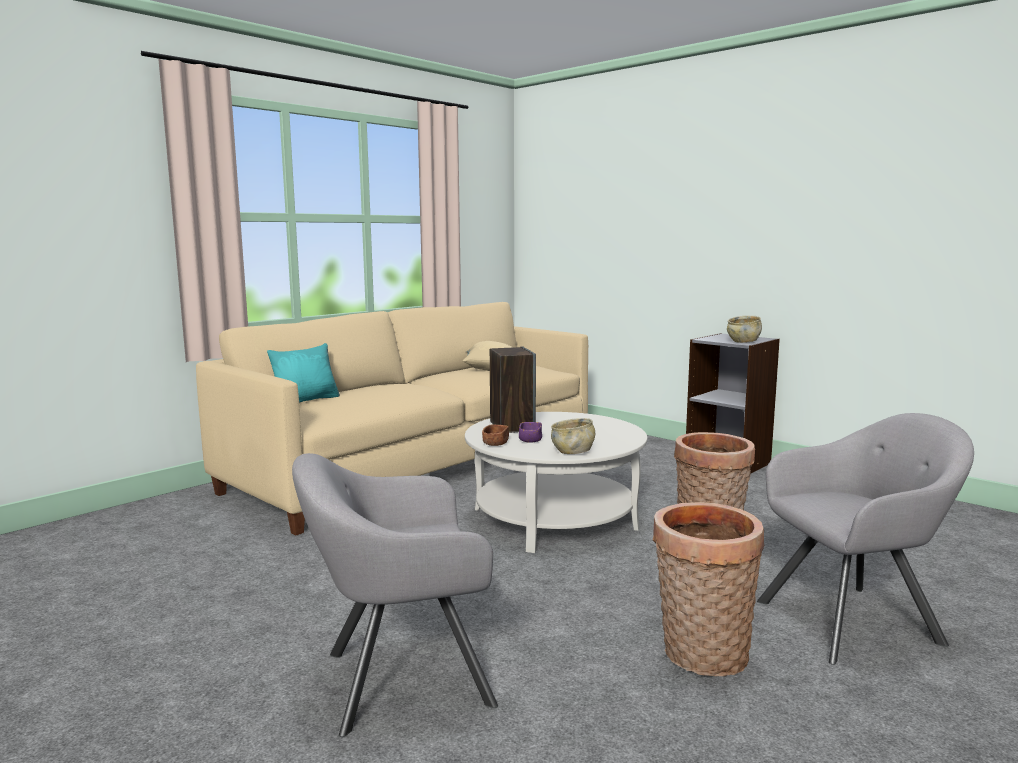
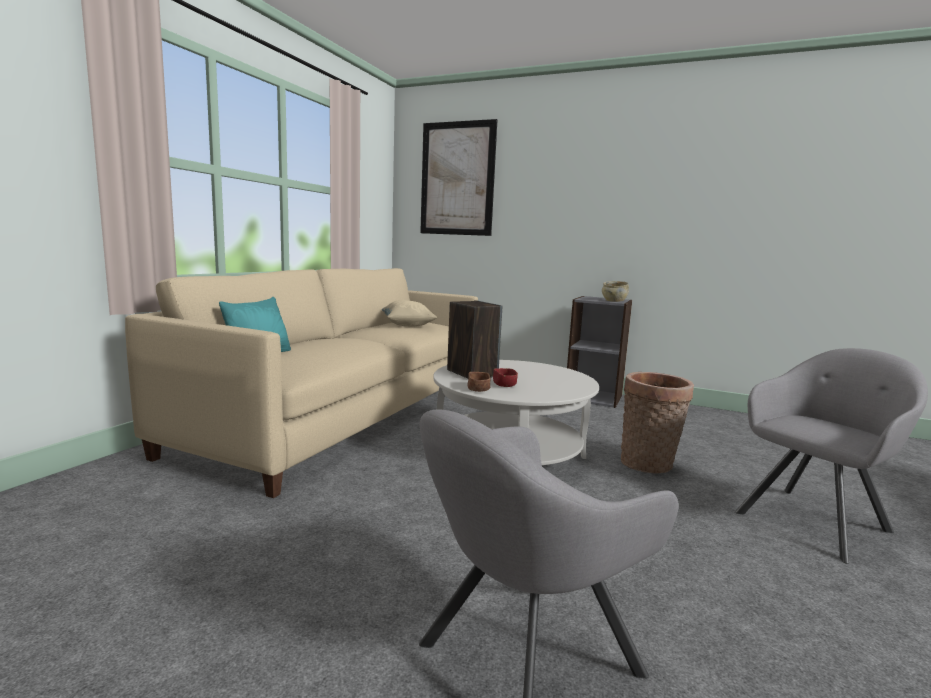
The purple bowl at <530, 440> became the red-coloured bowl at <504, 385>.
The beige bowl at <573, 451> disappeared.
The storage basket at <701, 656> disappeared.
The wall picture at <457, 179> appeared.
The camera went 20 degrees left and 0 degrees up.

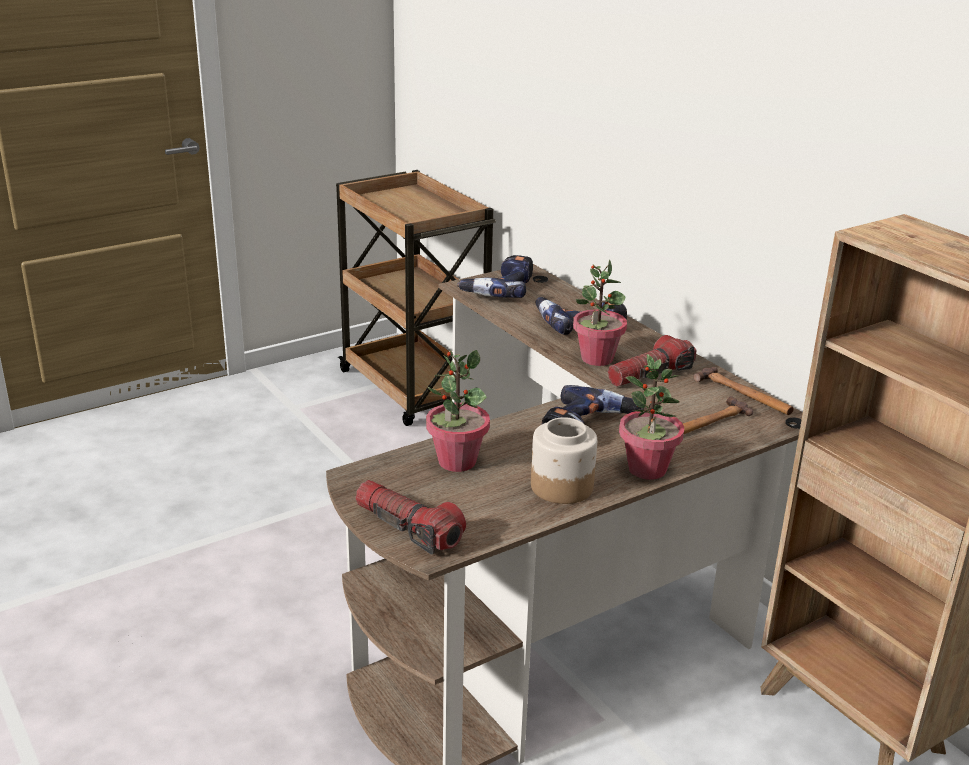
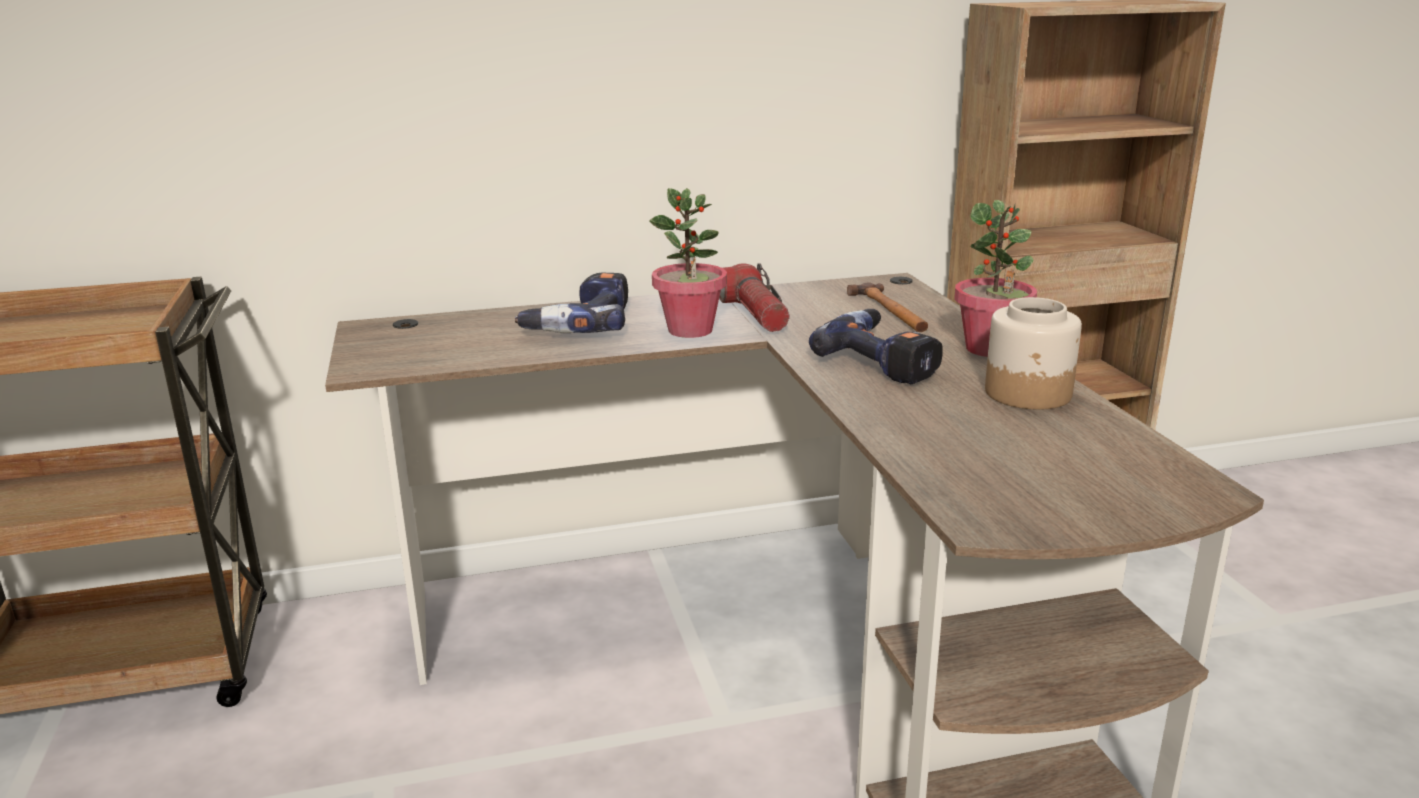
The hand torch at <408, 528> disappeared.
The houseplant at <456, 461> disappeared.
The electric drill at <498, 289> disappeared.
The hand hammer at <744, 395> disappeared.
The camera went 70 degrees left and 5 degrees down.

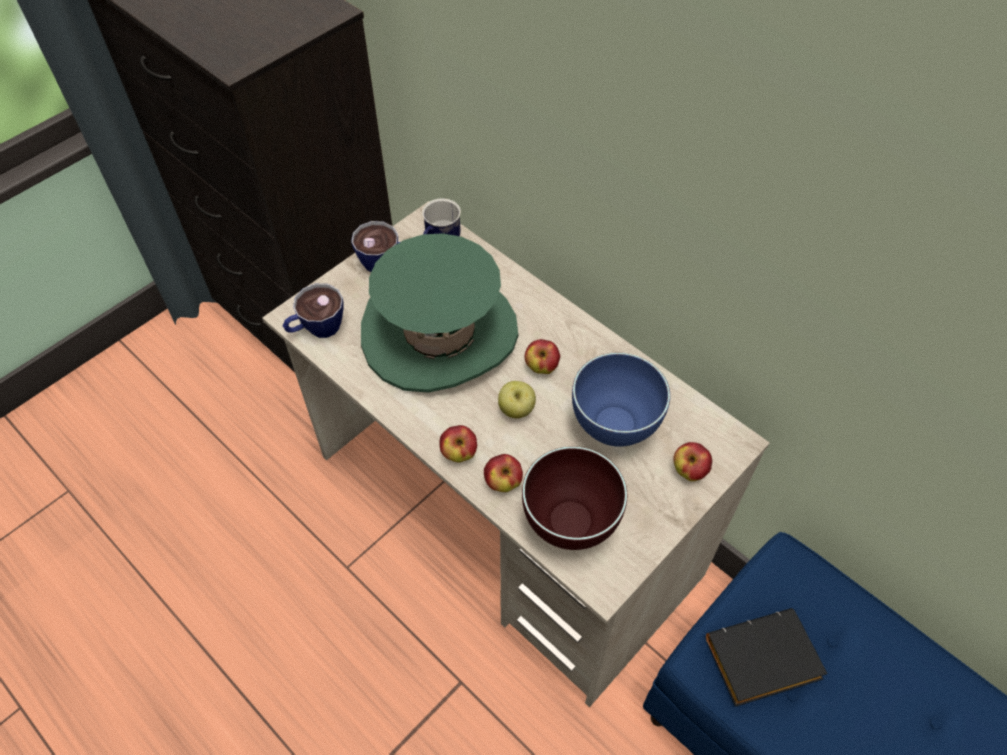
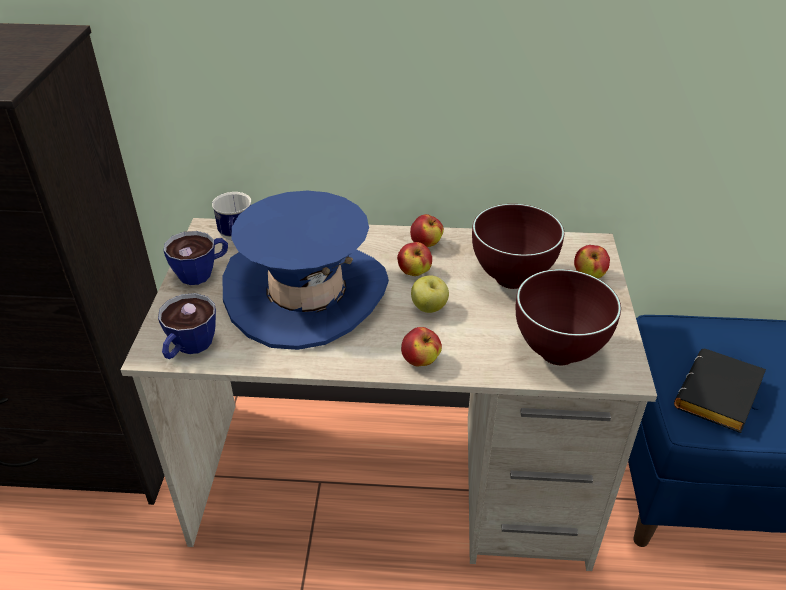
The green-coloured hat at <439, 333> became the blue-coloured hat at <306, 293>.
The whole apple moved from <503, 482> to <426, 244>.
The blue-coloured bowl at <615, 430> became the brown-coloured bowl at <513, 281>.
The camera went 40 degrees left and 15 degrees down.

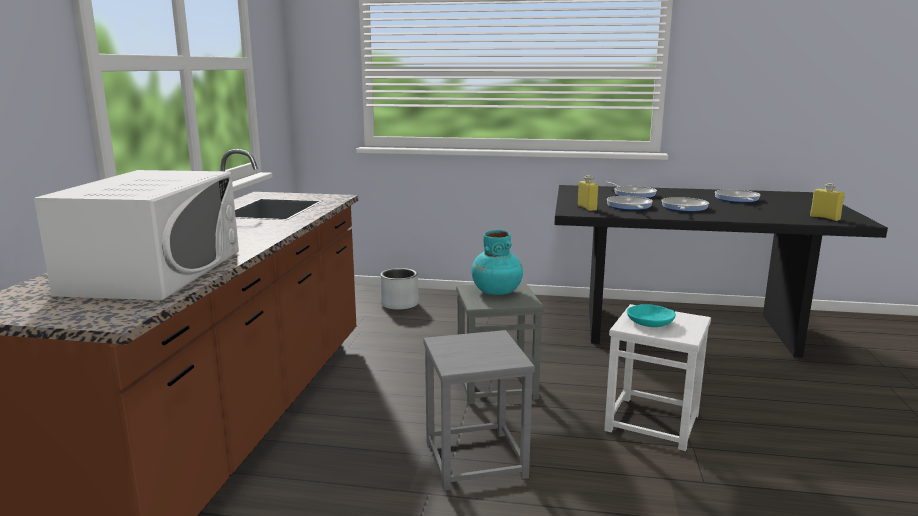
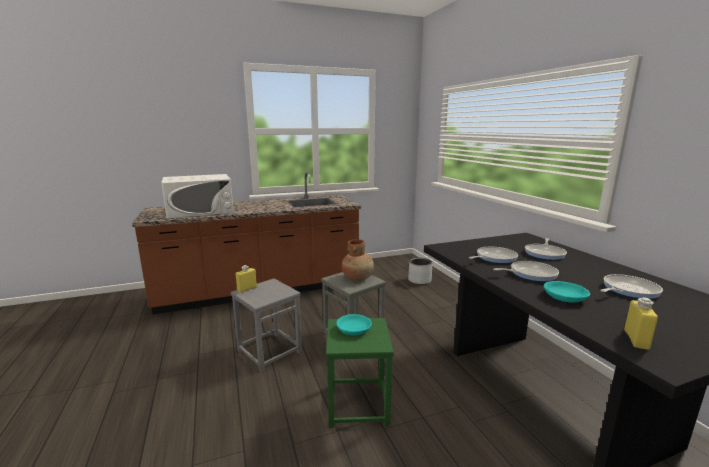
The turquoise-coloured flower vase at <496, 291> became the brown-coloured flower vase at <358, 278>.
The yellow beverage bottle moved from <587, 208> to <247, 289>.
The white-coloured stool at <652, 422> became the green-coloured stool at <358, 404>.
The turquoise-coloured bowl at <565, 297> appeared.
The camera went 60 degrees right and 0 degrees up.

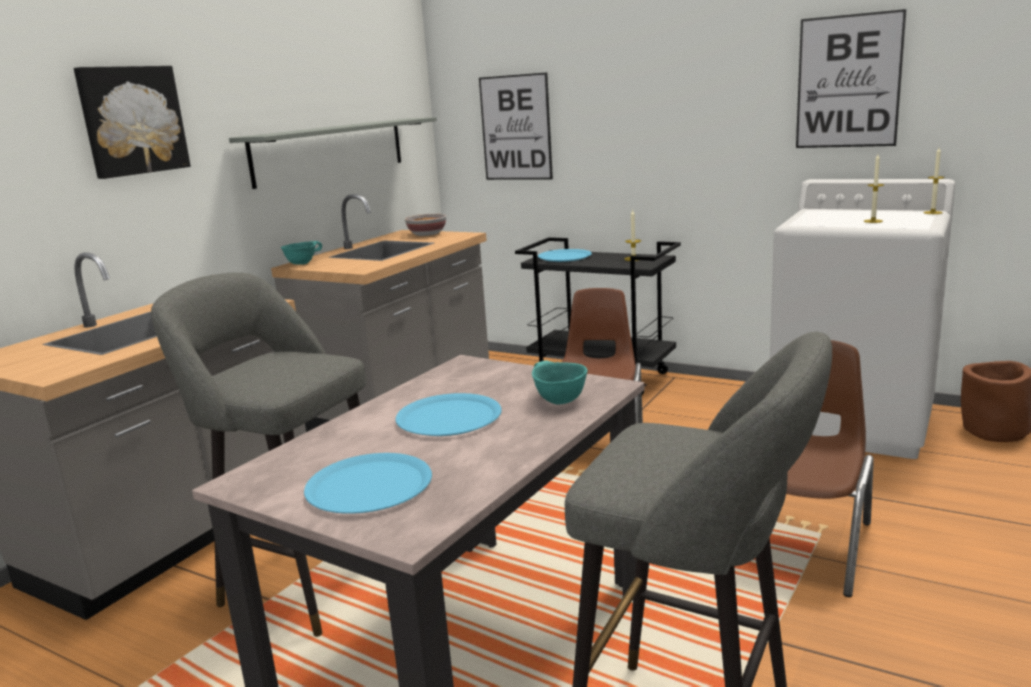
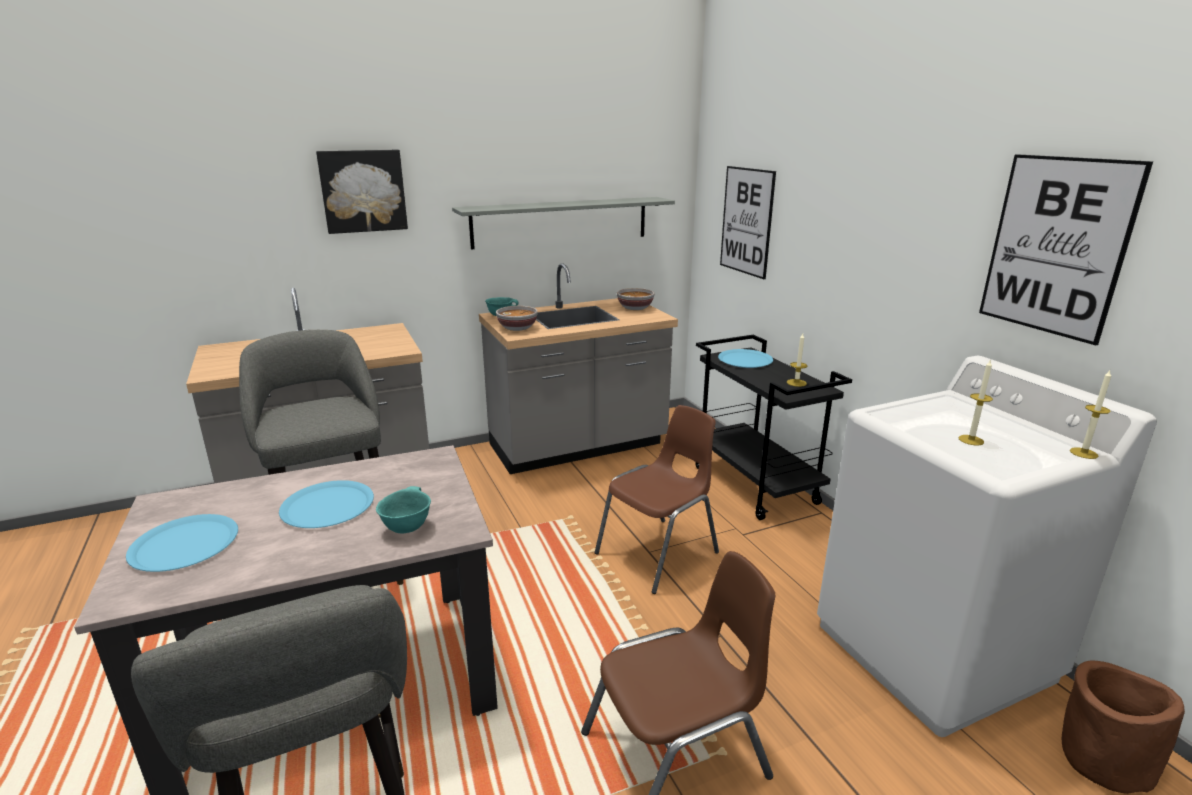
The bowl at <518, 328> appeared.
The camera went 35 degrees right and 5 degrees up.

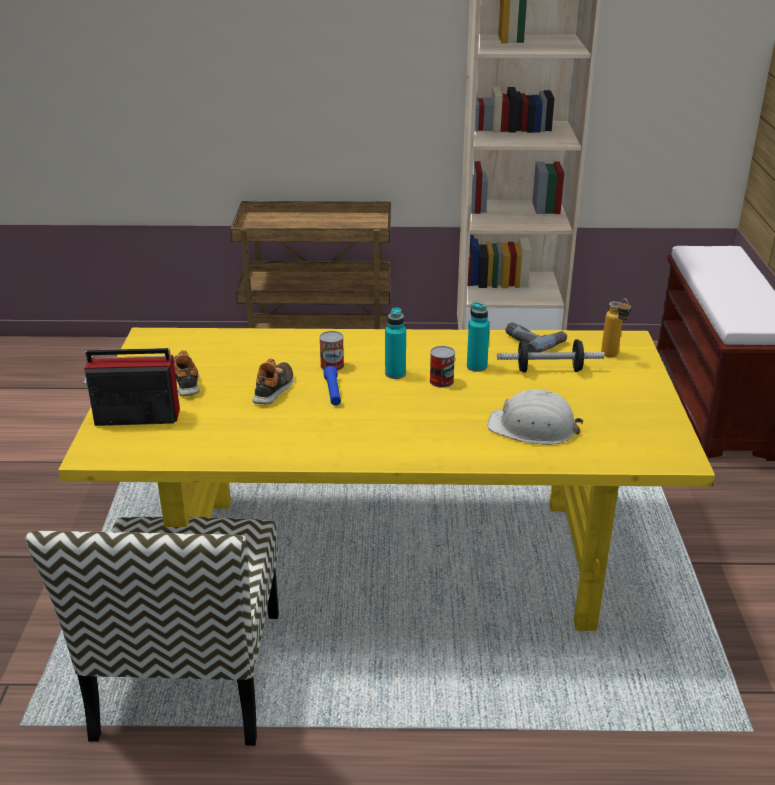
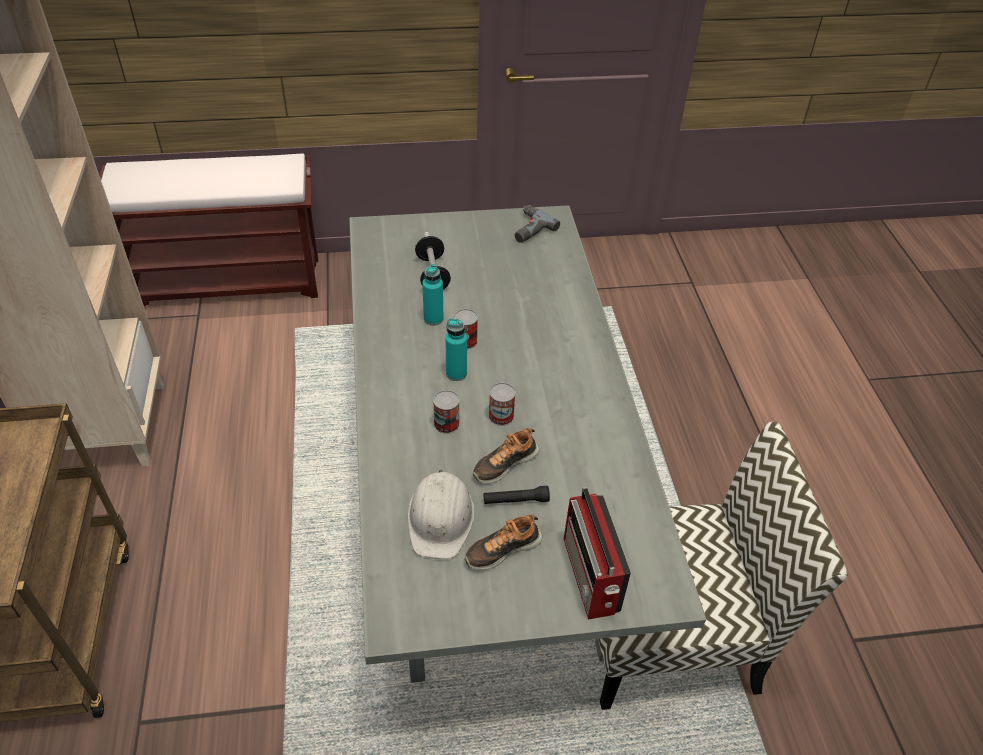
The yellow dinner table at <385, 561> became the grey dinner table at <487, 506>.
The low shoe at <274, 389> turned 45 degrees counterclockwise.
The blue-coloured hand torch at <333, 392> was replaced by the metal can at <501, 416>.
The white-coloured safety helmet moved from <533, 428> to <441, 518>.
The electric drill moved from <534, 341> to <528, 229>.
The beverage bottle at <613, 357> disappeared.
The black hand torch at <516, 500> appeared.
The camera went 100 degrees left and 15 degrees up.

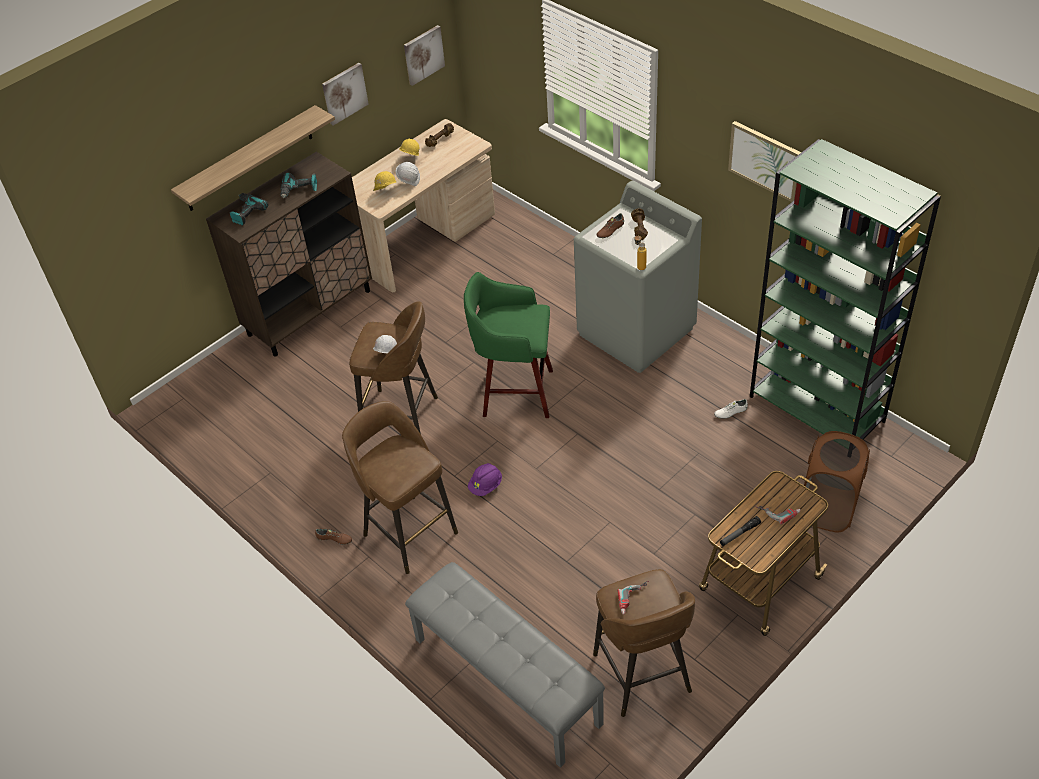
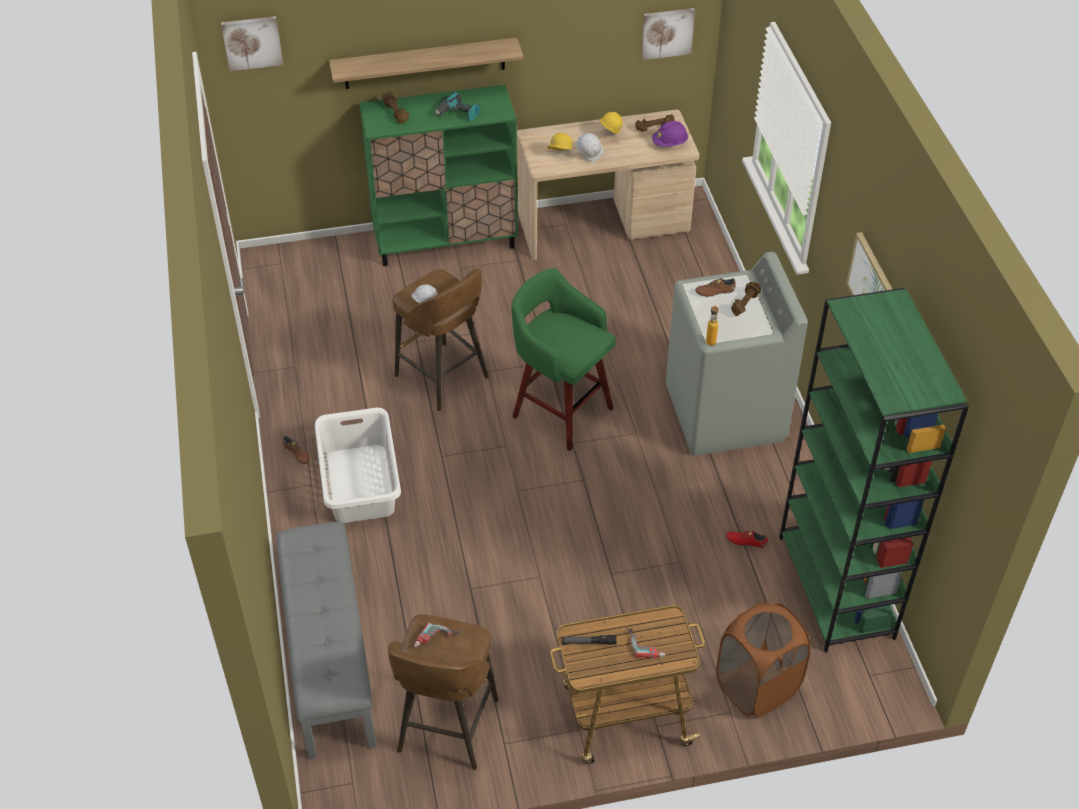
The brown-coloured cupboard at <310, 312> became the green-coloured cupboard at <446, 241>.
The electric drill at <246, 212> was replaced by the brown-coloured hand weight at <396, 113>.
The wall picture moved from <344, 93> to <252, 42>.
The brown-coloured stool at <408, 532> was replaced by the white-coloured laundry basket at <361, 483>.
The purple safety helmet moved from <486, 486> to <669, 143>.
The white-coloured low shoe at <730, 412> became the red-coloured low shoe at <746, 542>.
The camera went 30 degrees right and 0 degrees up.

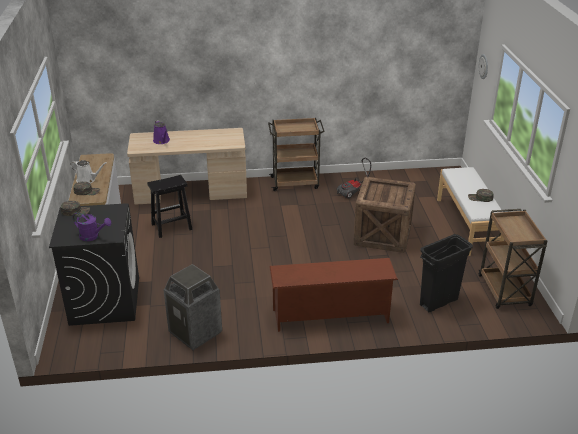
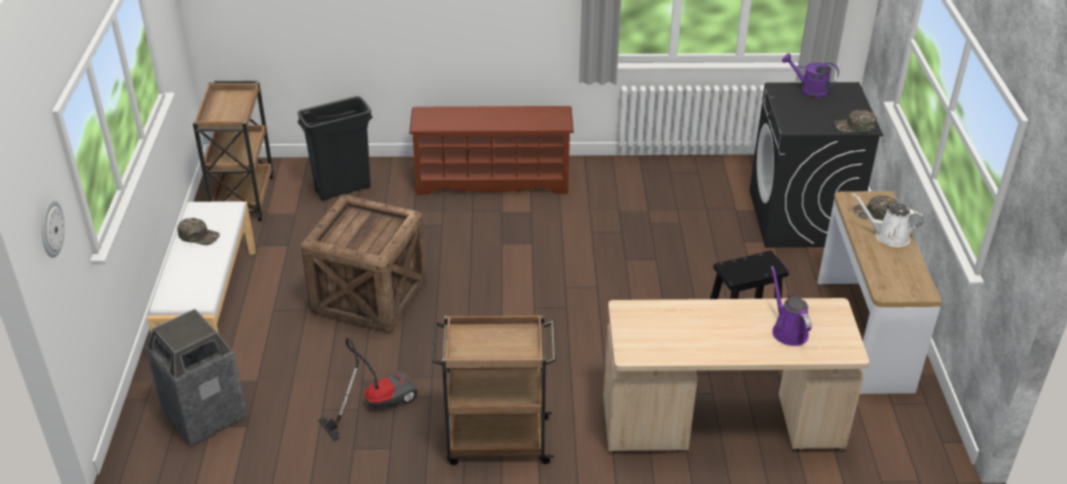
The waste bin moved from <195, 332> to <204, 415>.
The camera went 175 degrees left and 5 degrees up.

